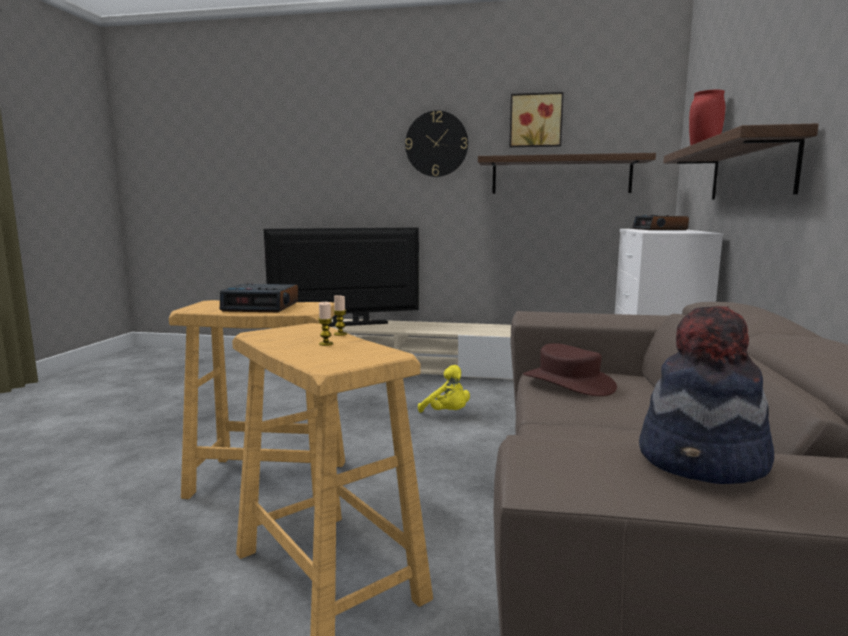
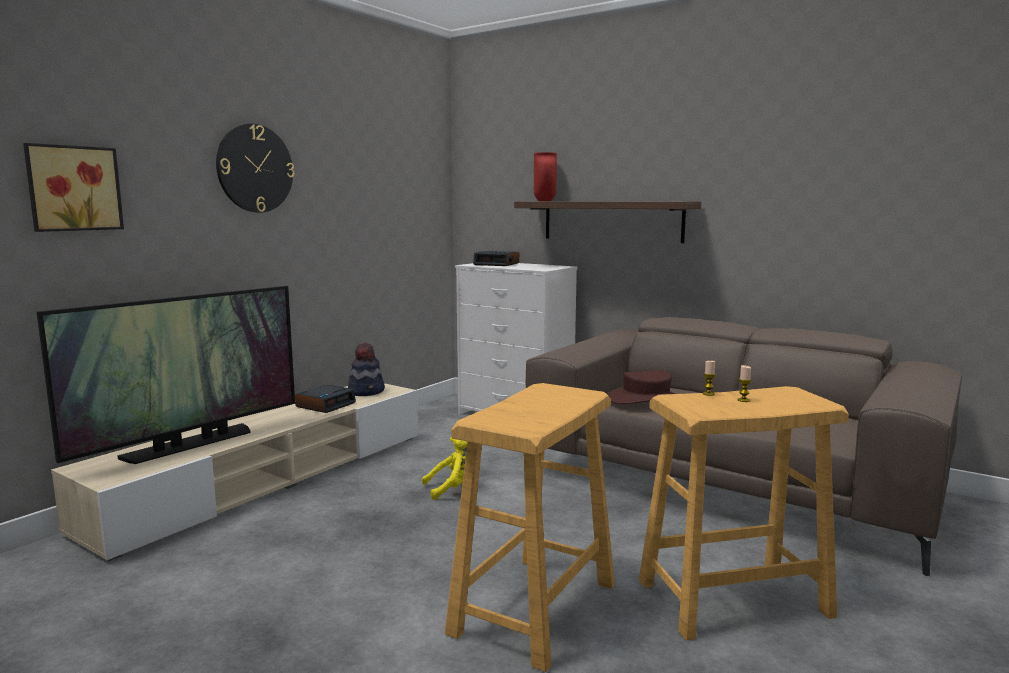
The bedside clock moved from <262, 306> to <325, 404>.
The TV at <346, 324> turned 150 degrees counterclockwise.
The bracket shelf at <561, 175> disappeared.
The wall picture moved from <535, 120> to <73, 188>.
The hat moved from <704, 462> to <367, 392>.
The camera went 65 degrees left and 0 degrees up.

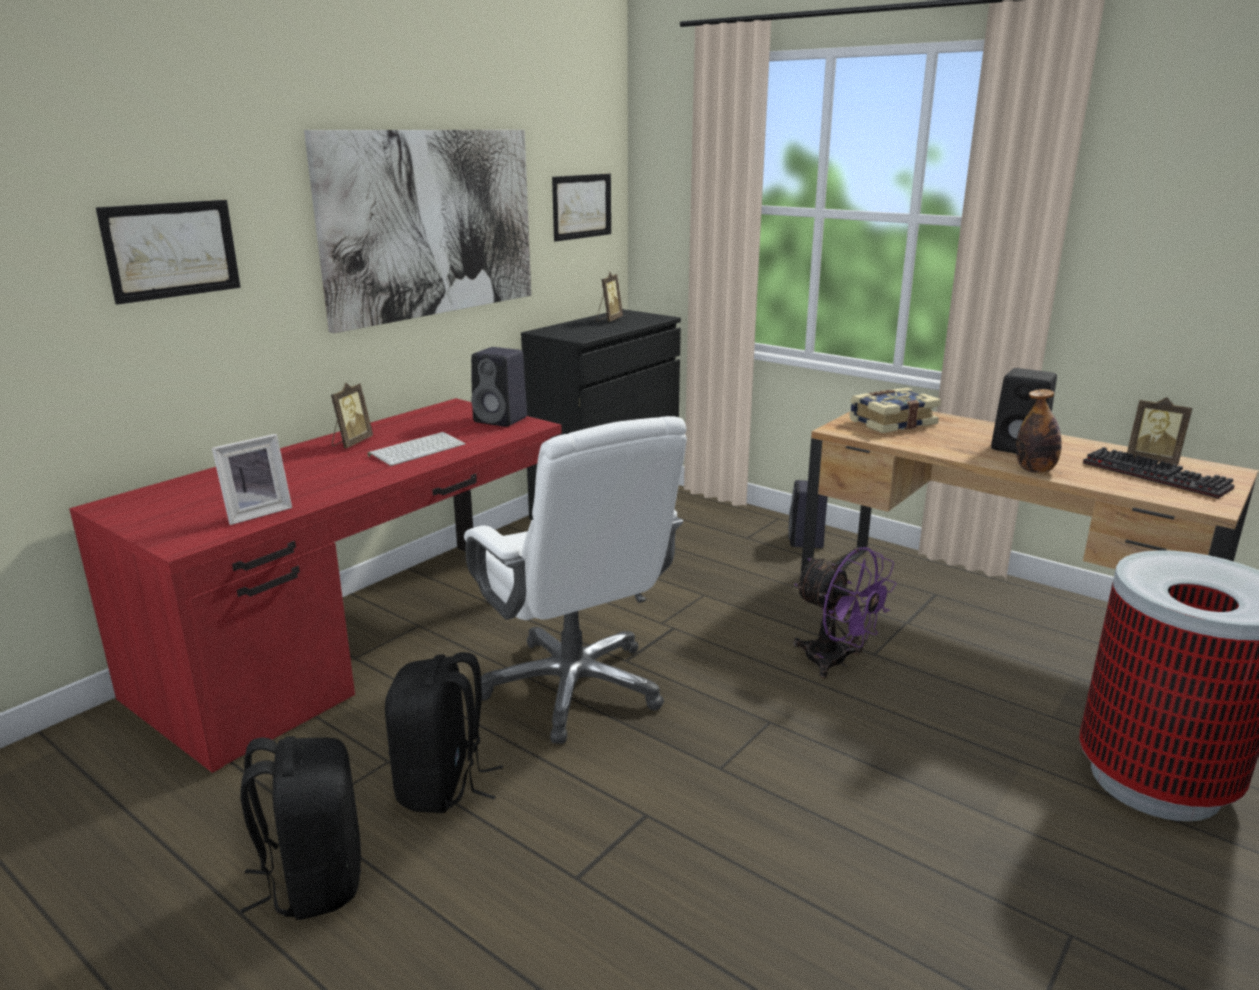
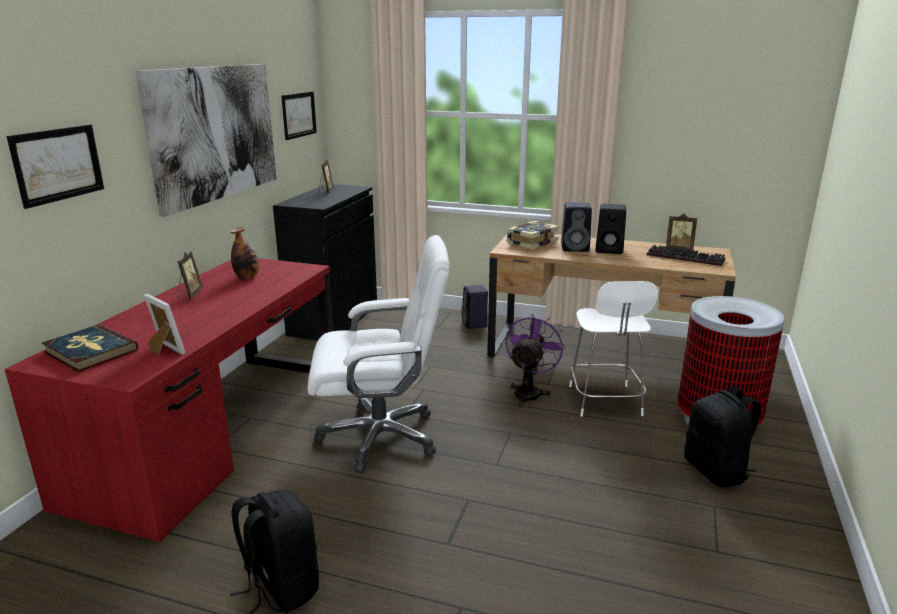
The picture frame at <256, 513> turned 75 degrees counterclockwise.
The keyboard at <417, 449> disappeared.
The black backpack moved from <442, 785> to <716, 471>.
The white-coloured desk chair at <574, 687> turned 45 degrees counterclockwise.
The black loudspeaker moved from <502, 420> to <576, 248>.
The purple electric fan at <836, 662> turned 90 degrees counterclockwise.
The beverage bottle moved from <1035, 470> to <247, 277>.
The bound book at <90, 351> appeared.
The white-coloured stool at <605, 402> appeared.
The camera went 20 degrees left and 0 degrees up.

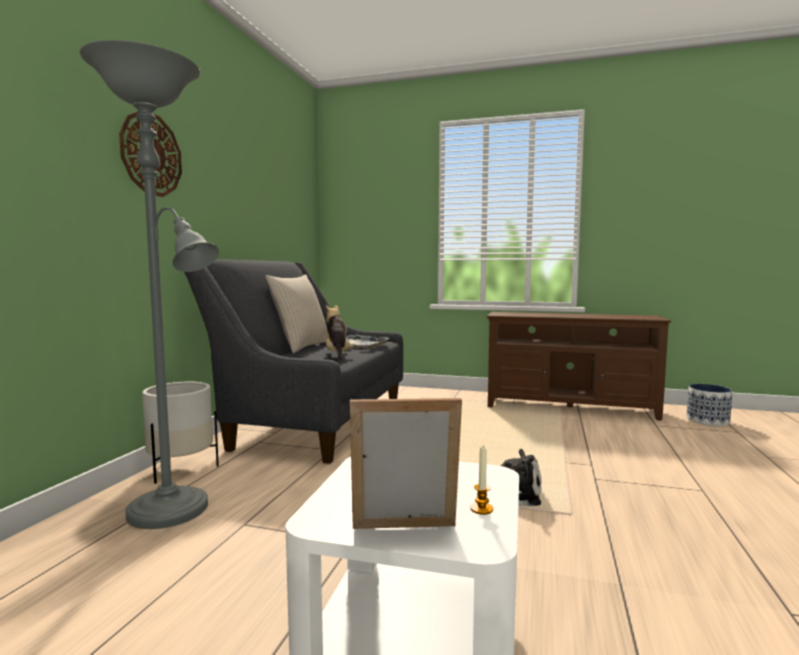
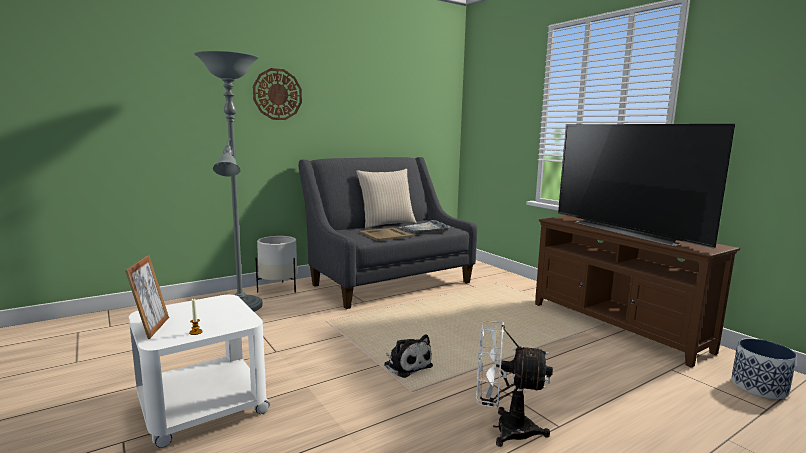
The plush toy at <337, 355> was replaced by the beige carrying tray at <385, 235>.
The picture frame at <405, 533> turned 45 degrees clockwise.
The white-coloured electric fan at <504, 429> appeared.
The TV at <628, 231> appeared.
The camera went 40 degrees right and 5 degrees up.

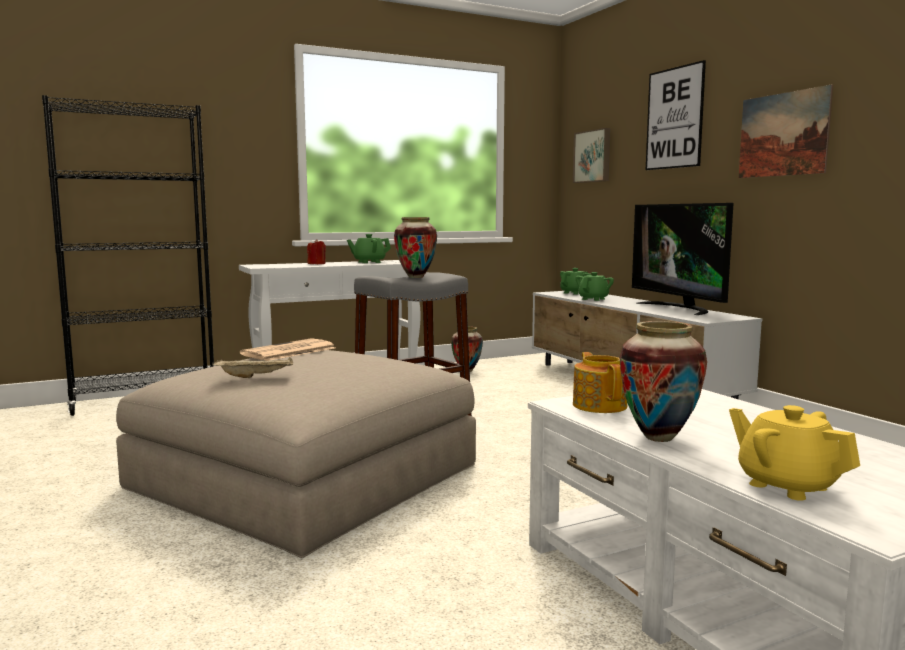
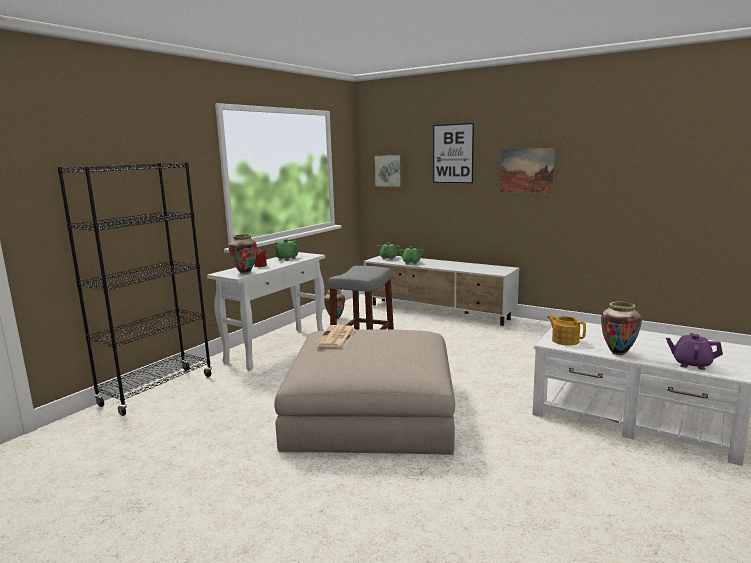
The beige carrying tray at <256, 376> disappeared.
The flower vase moved from <416, 277> to <245, 272>.
The TV at <679, 308> disappeared.
The yellow pot for tea at <786, 485> became the purple pot for tea at <691, 364>.
The camera went 30 degrees left and 5 degrees up.

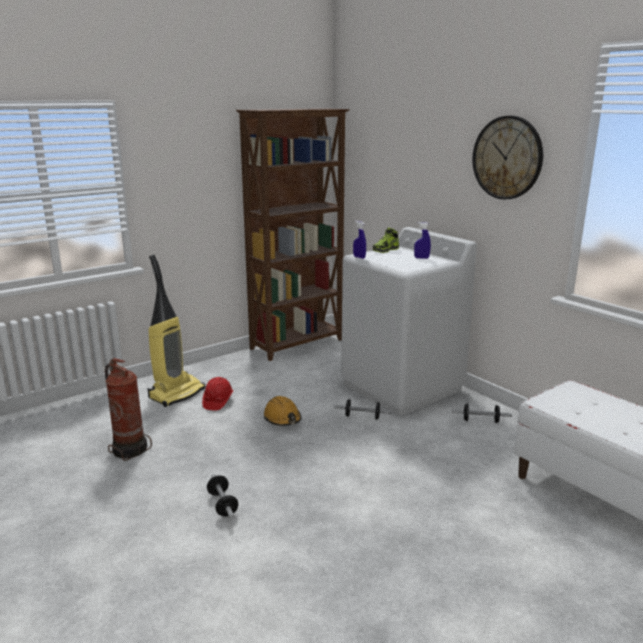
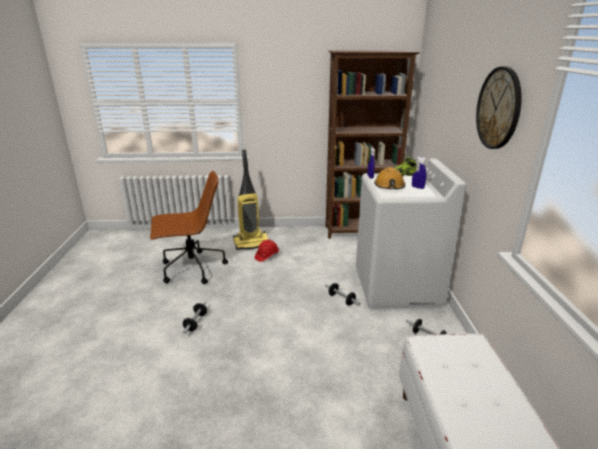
The fire-fighting cylinder at <129, 449> was replaced by the brown-coloured desk chair at <191, 269>.
The orangey safety helmet moved from <282, 418> to <389, 186>.
The camera went 35 degrees right and 5 degrees up.

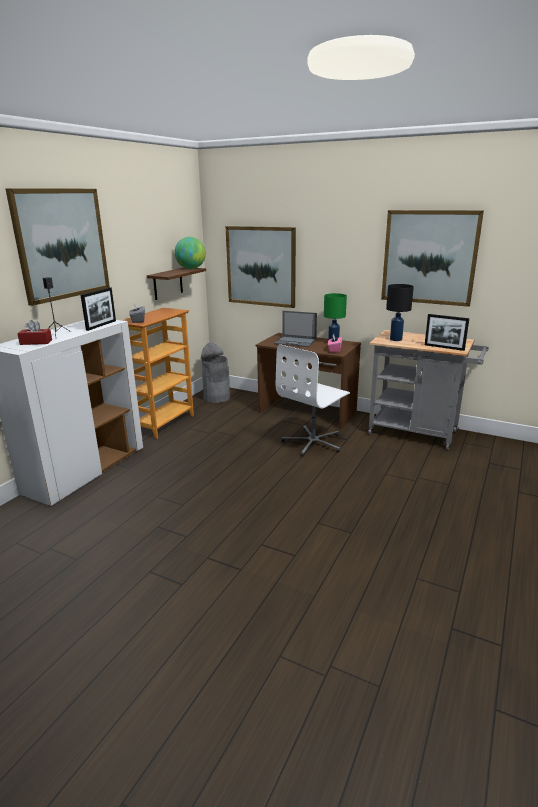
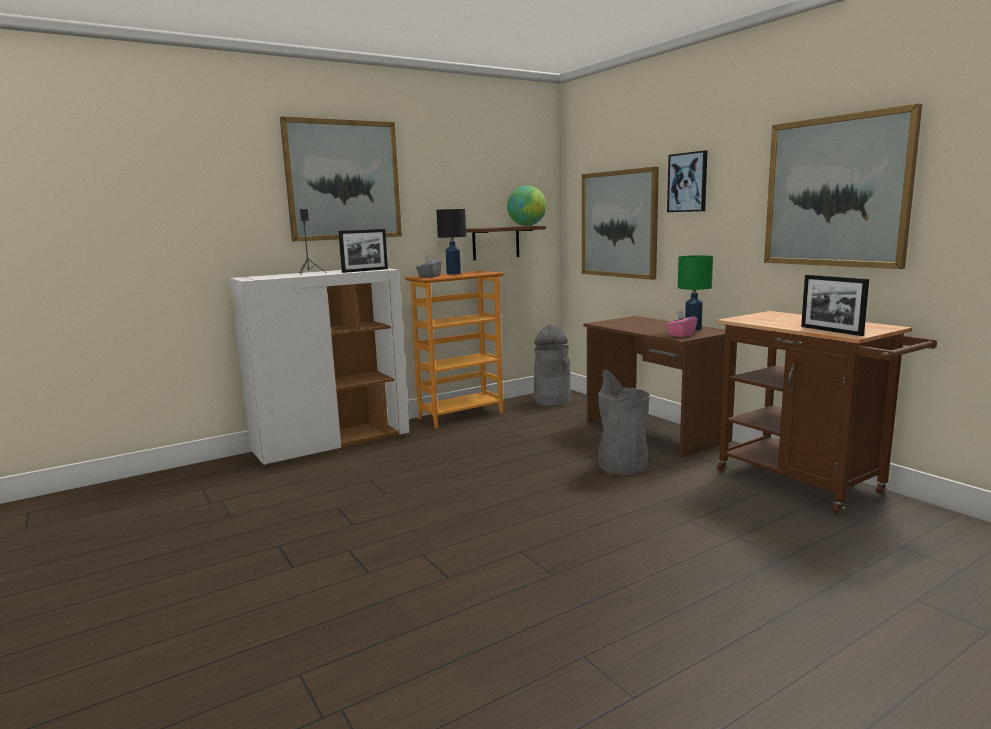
The red-coloured tissue holder at <36, 342> disappeared.
The laptop at <296, 342> disappeared.
The white-coloured desk chair at <313, 442> was replaced by the grey waste bin at <622, 465>.
The grey cart at <418, 433> became the brown-coloured cart at <807, 484>.
The black table lamp moved from <395, 339> to <453, 273>.
The wall picture at <688, 182> appeared.
The camera went 30 degrees right and 10 degrees down.

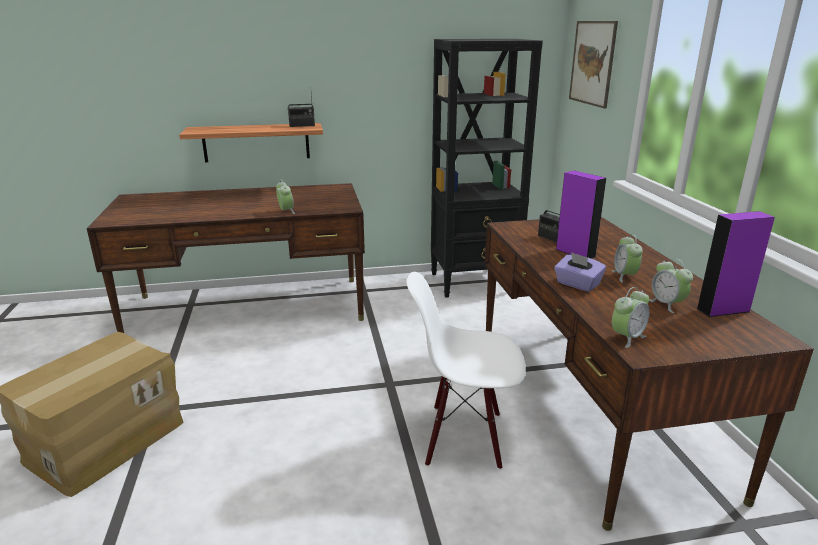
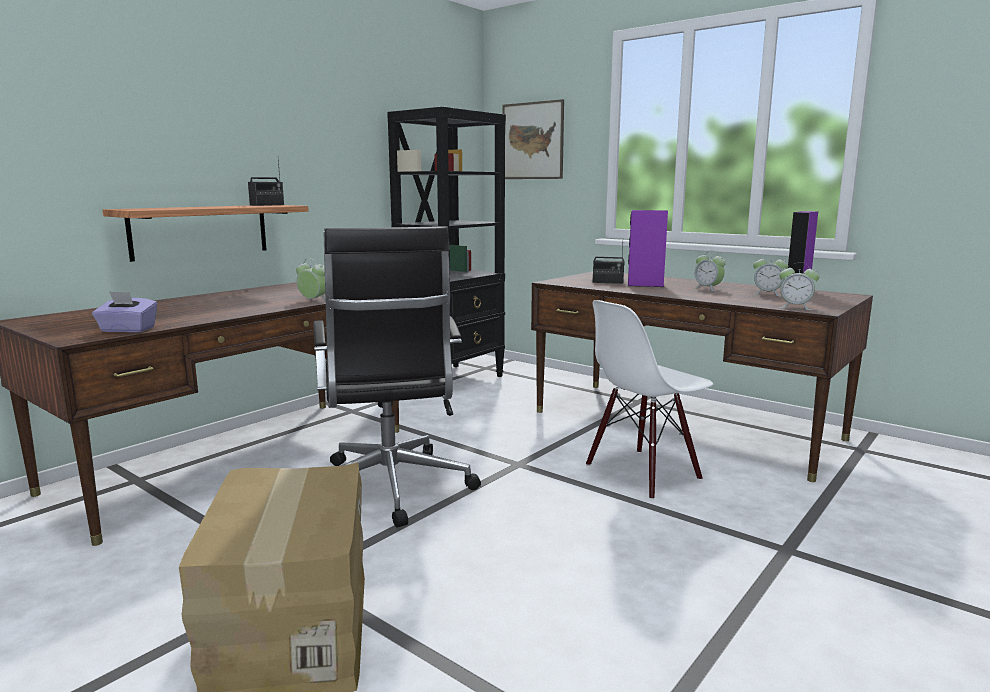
The purple tissue holder moved from <577, 284> to <127, 330>.
The bedside clock at <627, 337> turned 105 degrees clockwise.
The black desk chair at <390, 489> appeared.
The camera went 40 degrees left and 10 degrees down.

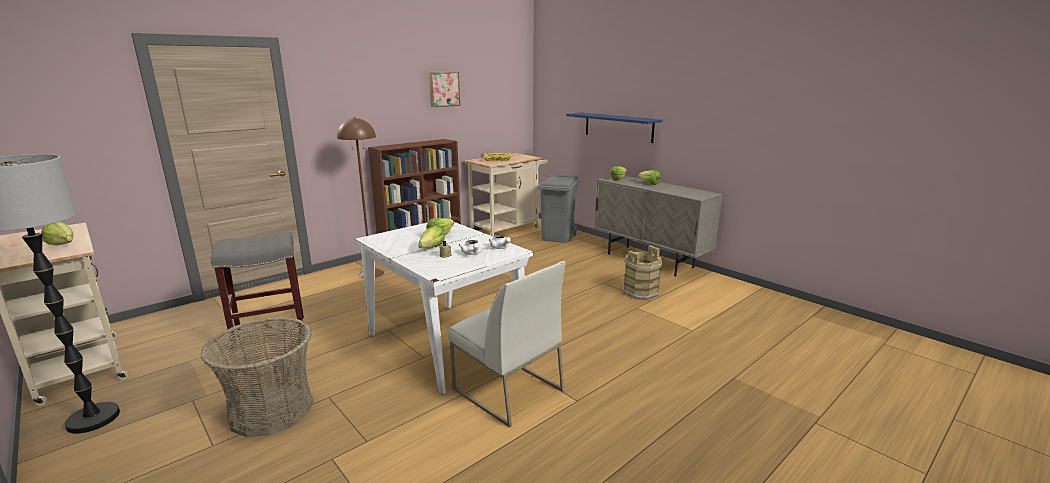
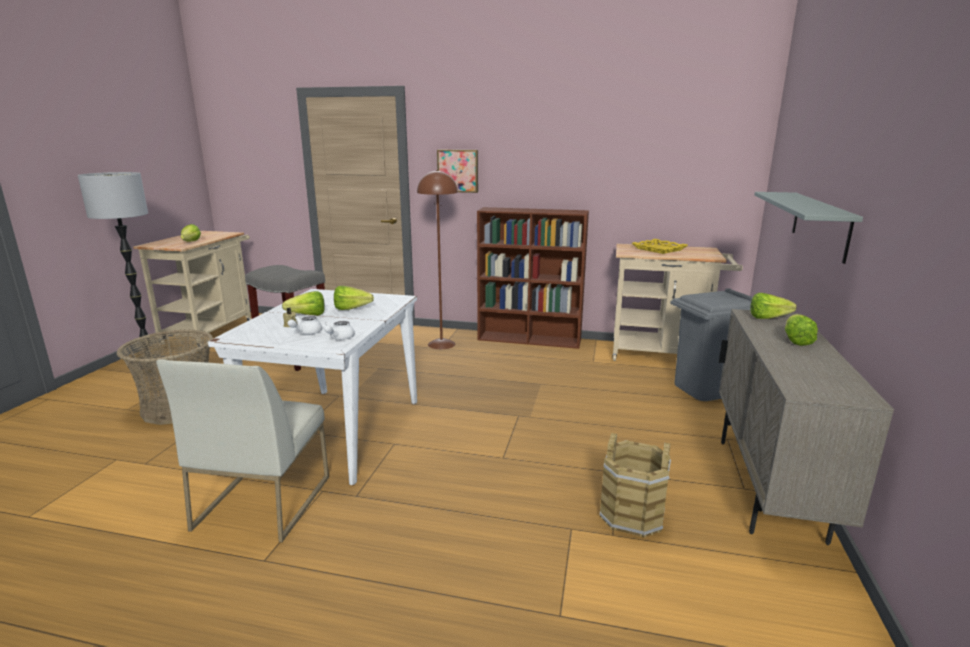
The wall picture moved from <443, 89> to <458, 170>.
The blue-coloured bracket shelf at <618, 127> became the grey bracket shelf at <820, 224>.
The camera went 55 degrees right and 0 degrees up.

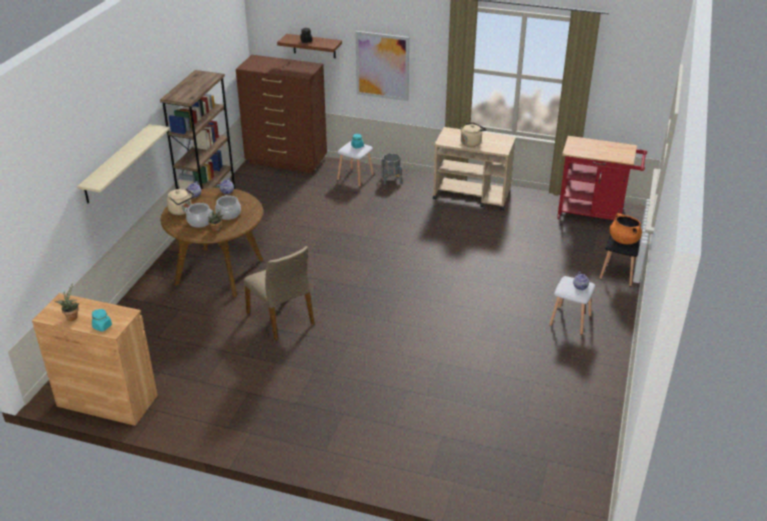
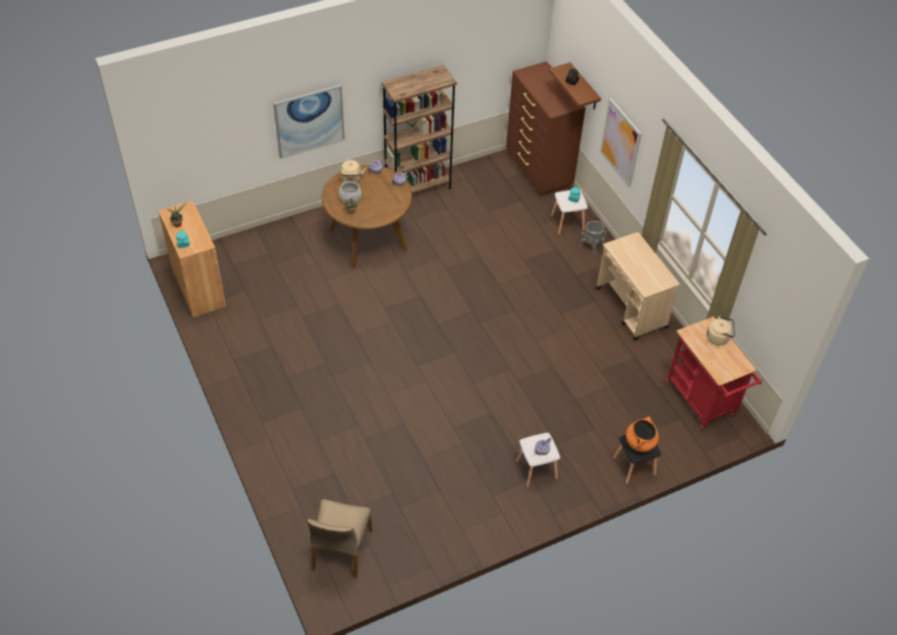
The beige bracket shelf at <117, 163> was replaced by the wall picture at <309, 121>.
The stockpot at <228, 214> disappeared.
The beige chair moved from <281, 318> to <341, 550>.
The beige tea kettle moved from <471, 143> to <719, 338>.
The camera went 45 degrees right and 15 degrees up.

